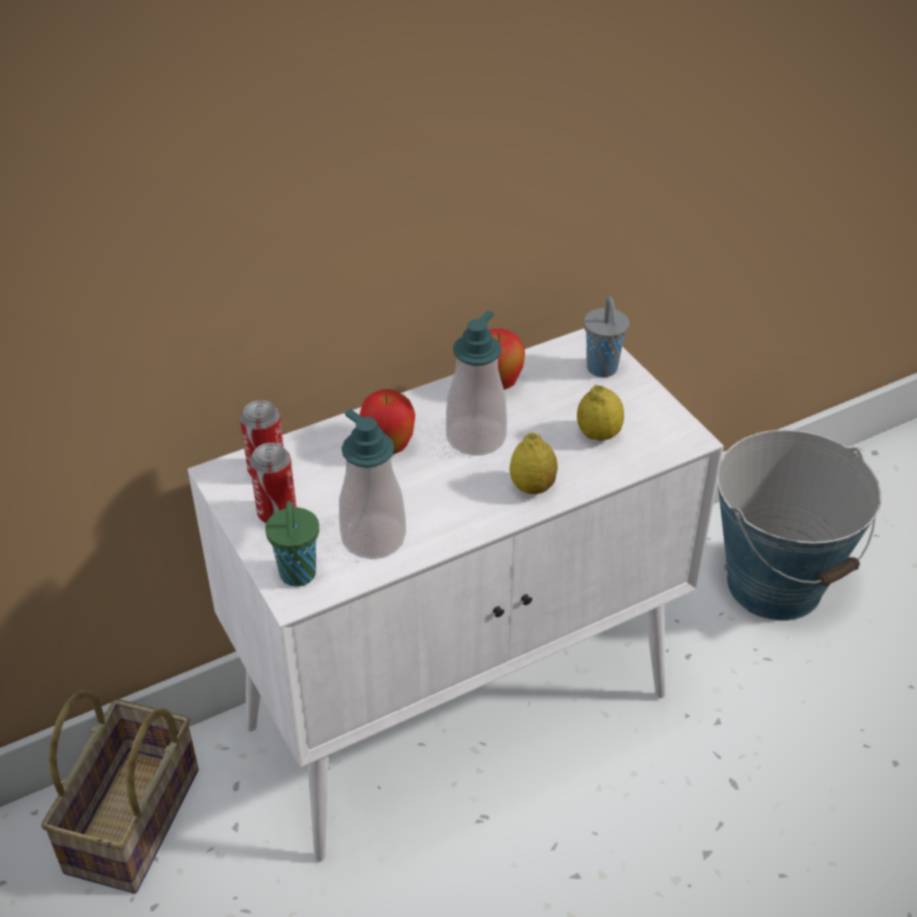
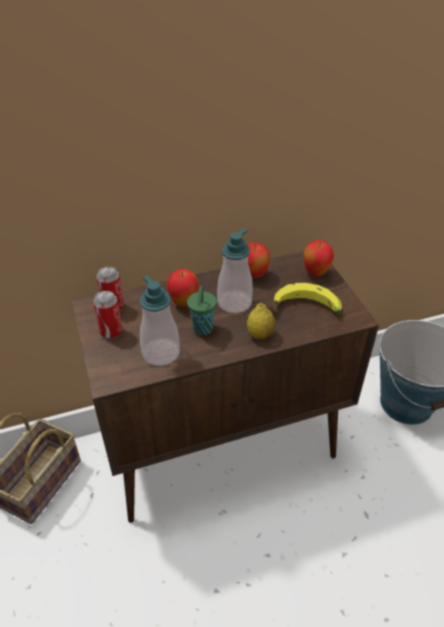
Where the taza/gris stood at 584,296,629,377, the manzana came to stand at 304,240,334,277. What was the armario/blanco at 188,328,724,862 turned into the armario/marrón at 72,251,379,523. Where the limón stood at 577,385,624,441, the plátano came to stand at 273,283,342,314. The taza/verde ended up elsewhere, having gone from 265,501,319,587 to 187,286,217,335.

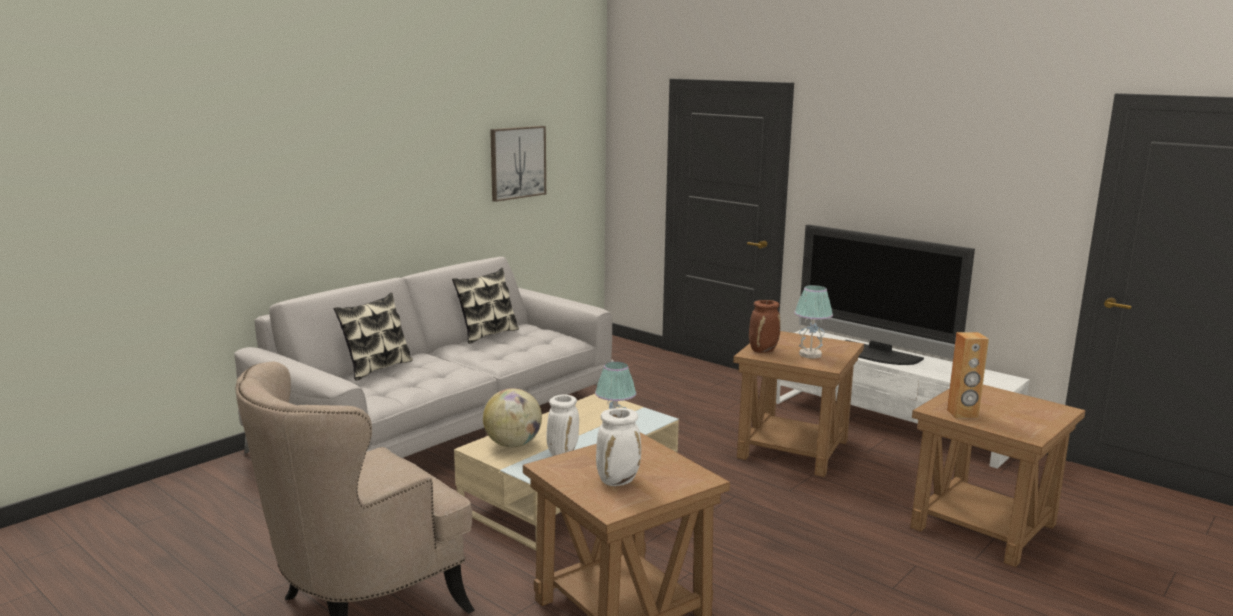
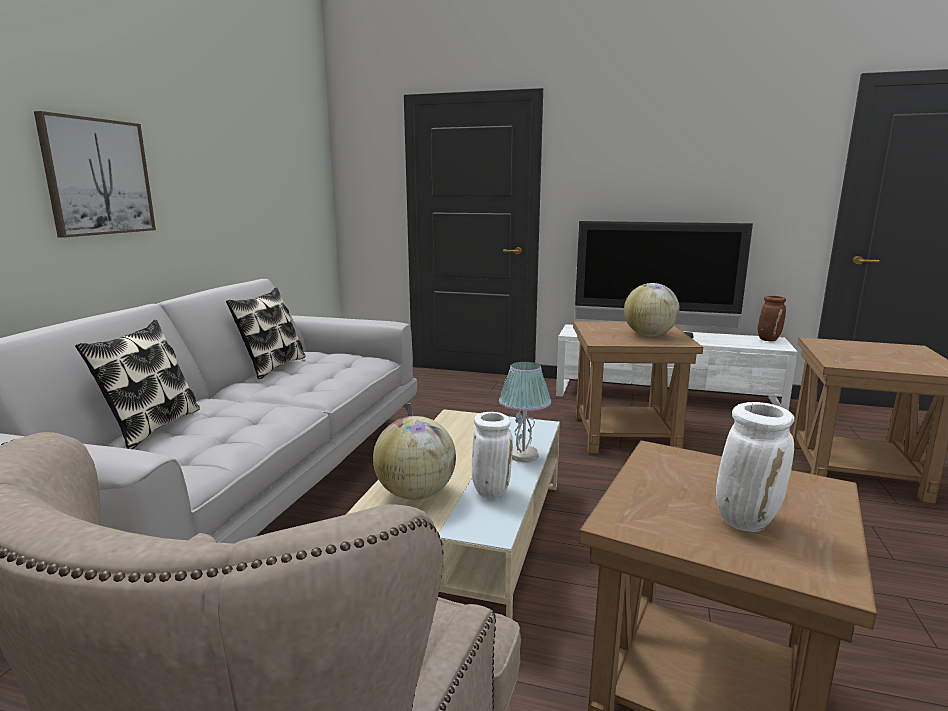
The cuadro ended up elsewhere, having gone from 490,126,546,202 to 34,111,156,238. Where the lámpara de mesa stood at 794,285,833,358, the globo terráqueo came to stand at 624,283,680,336. The florero/marrón ended up elsewhere, having gone from 749,300,781,353 to 758,296,786,341. The second view lost the altavoz/marrón at 947,332,989,419.

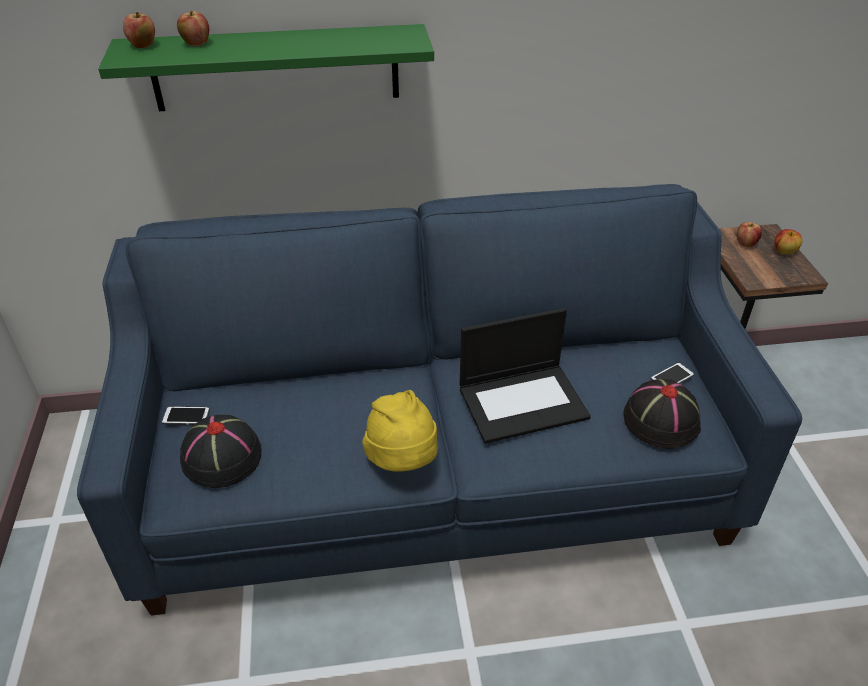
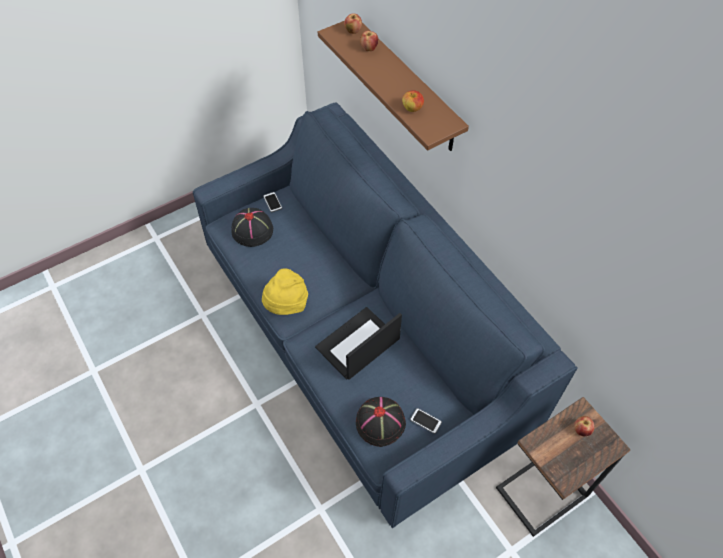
What was the estante/verde at 98,24,434,111 turned into the estante/marrón at 318,21,469,151. The manzana ended up elsewhere, having gone from 774,229,802,254 to 402,90,424,112. The portátil at 460,308,591,444 ended up facing another way, 90 degrees clockwise from before.

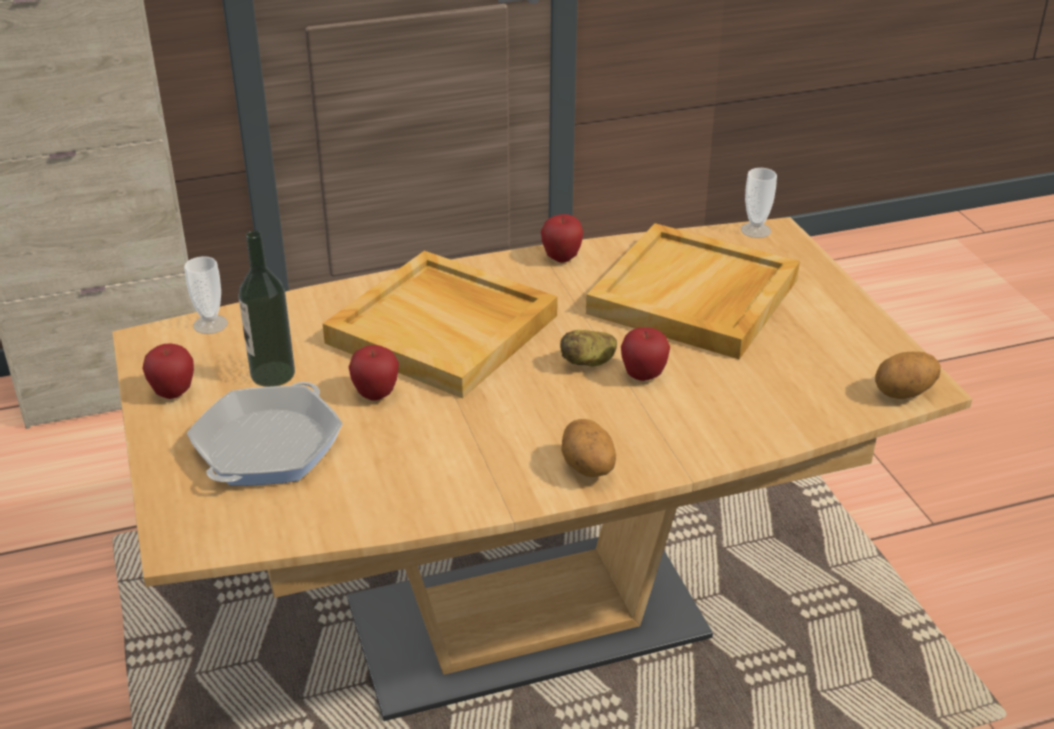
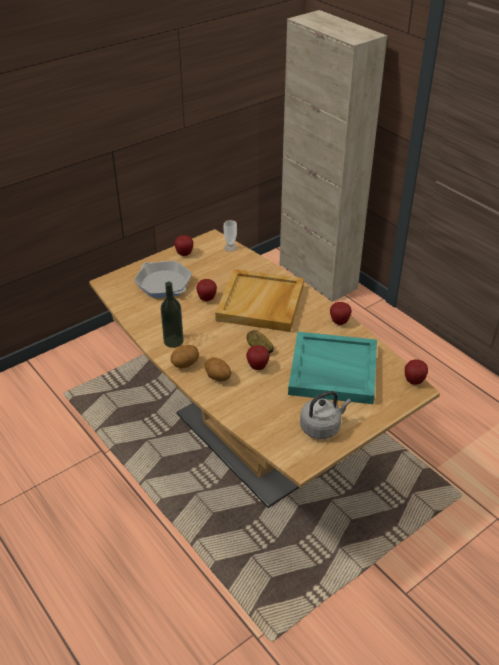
Where the taza stood at 741,168,777,238, the manzana came to stand at 405,359,428,385. What was the bandeja/beis at 586,223,800,359 turned into the bandeja/turquesa at 288,332,377,404. The botella ended up elsewhere, having gone from 239,230,295,387 to 161,282,184,348. The patata ended up elsewhere, having gone from 875,352,941,399 to 205,357,232,381. The sartén at 187,382,343,486 ended up facing another way, 45 degrees clockwise from before. The second view gained the hervidor/gris at 300,391,351,439.

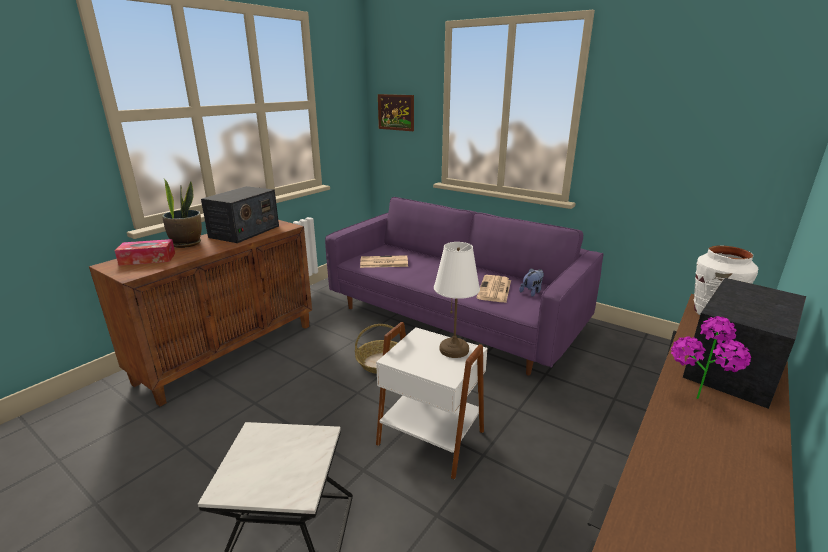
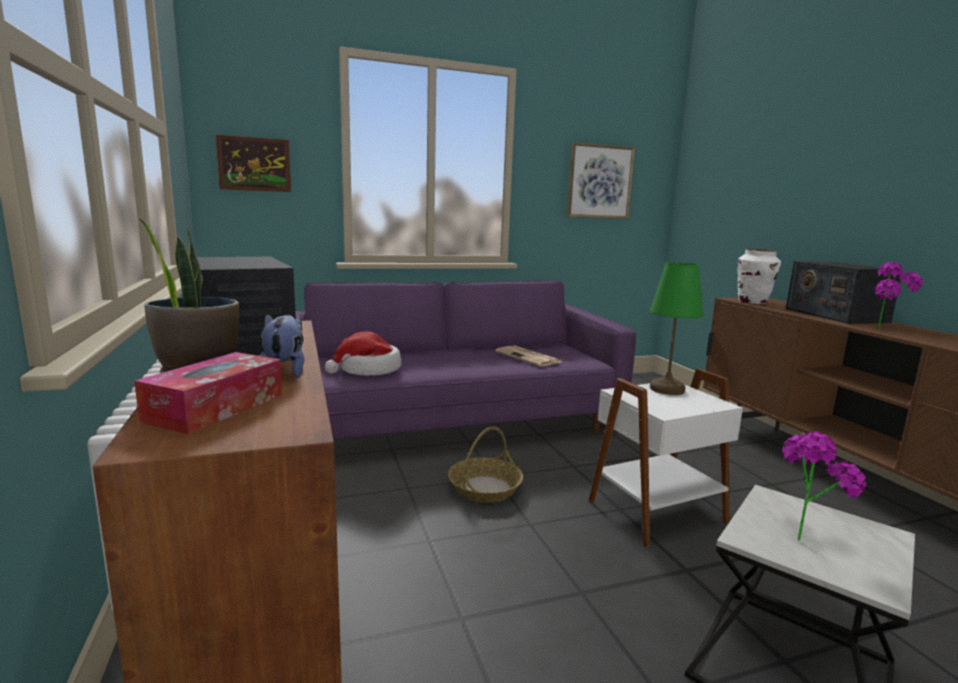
What was the lámpara de mesa/blanco at 434,242,480,358 turned into the lámpara de mesa/verde at 650,262,704,395. Where the periódico stood at 360,255,408,268, the sombrero came to stand at 325,331,401,376. The peluche ended up elsewhere, having gone from 519,268,544,297 to 259,314,304,378. The second view gained the cuadro at 567,142,635,219. The second view gained the planta en maceta at 782,432,867,541.

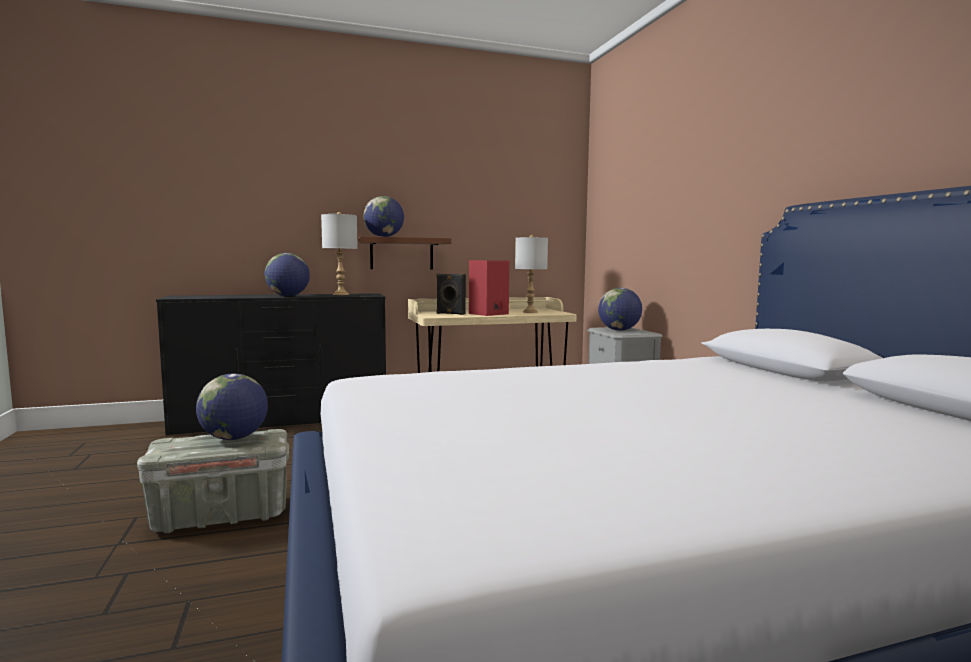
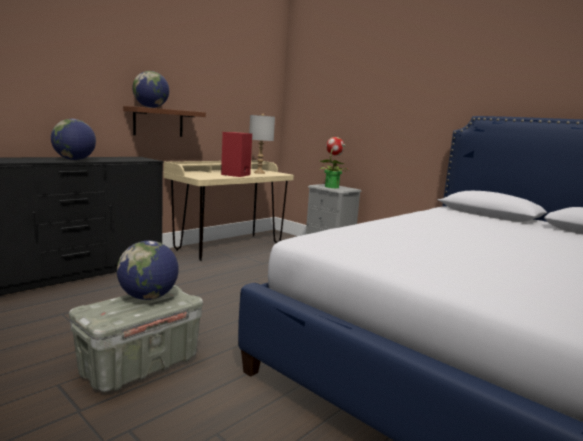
The second view lost the lámpara de mesa/gris at 321,212,358,295. The second view lost the altavoz/negro at 437,274,466,315. Where the globo terráqueo stood at 598,288,642,331, the planta en maceta came to stand at 319,137,348,188.

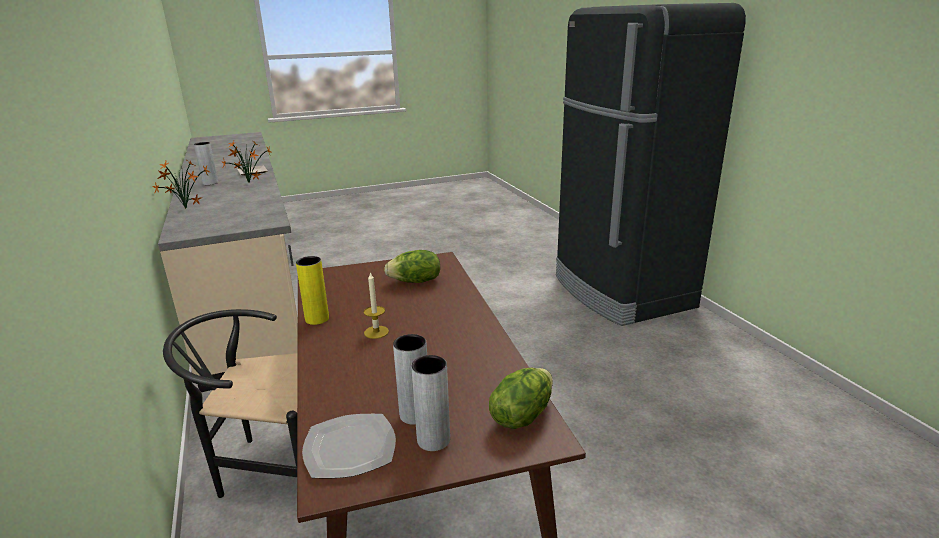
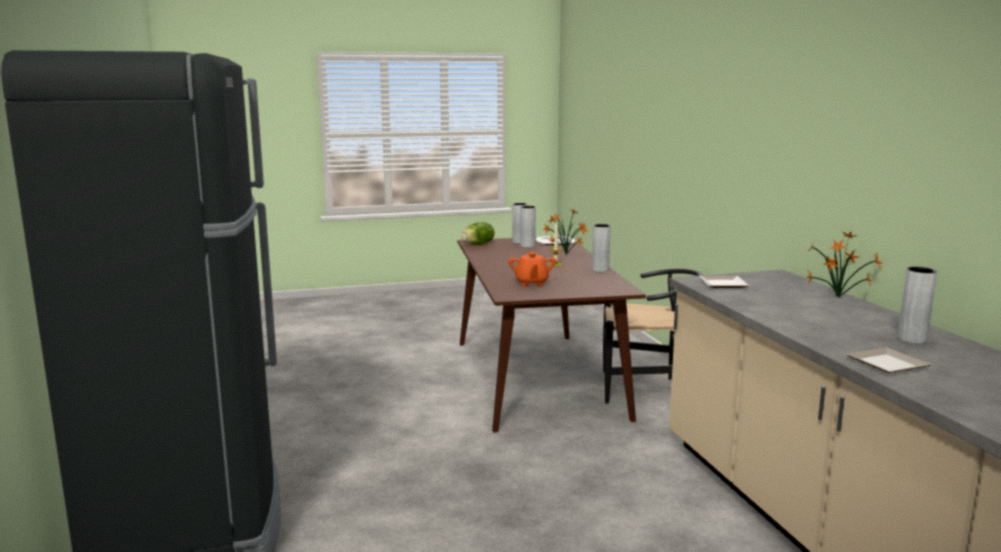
The planta en maceta ended up elsewhere, having gone from 222,139,271,183 to 542,209,588,255. Where the lechuga stood at 384,250,440,283, the tetera/naranja came to stand at 508,252,556,287. What was the florero/amarillo at 296,256,329,325 turned into the florero/gris at 592,224,611,272. The second view gained the plato at 700,276,749,288.

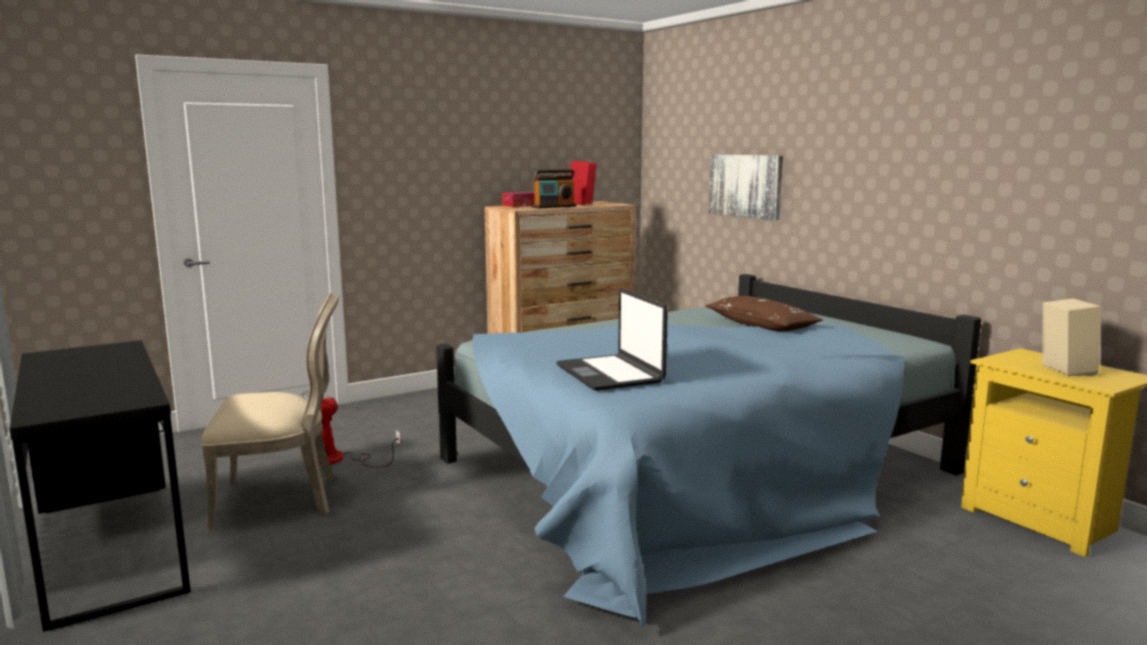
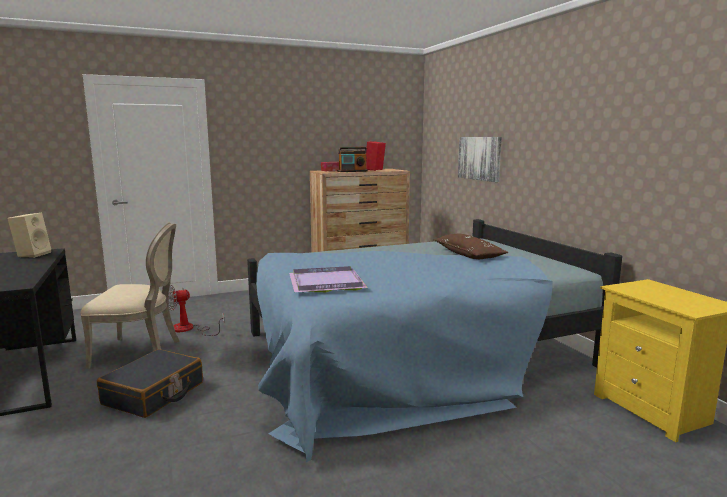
Where the portátil stood at 557,288,668,391, the bandeja/morado came to stand at 289,266,368,292. The altavoz/beis ended up elsewhere, having gone from 1042,298,1100,376 to 7,213,51,258. The second view gained the maleta/negro at 97,349,203,418.

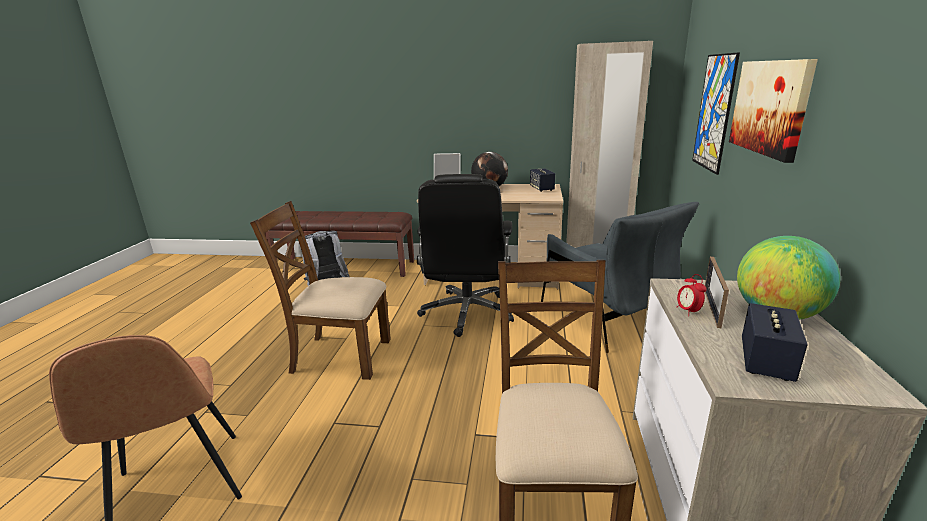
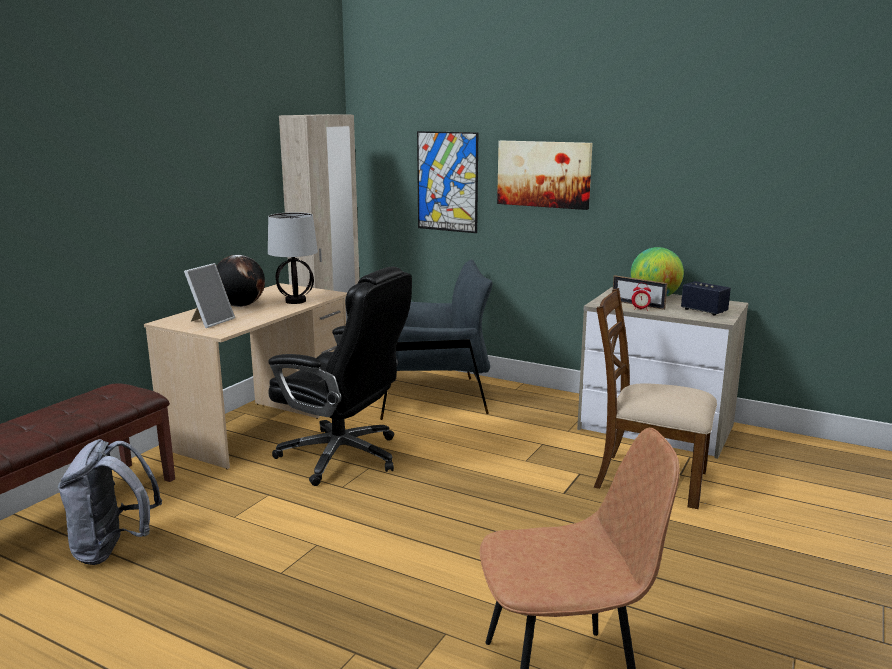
The second view lost the altavoz at 530,168,555,192. The second view lost the silla/marrón at 250,201,391,380. The second view gained the lámpara de mesa at 268,212,318,304.

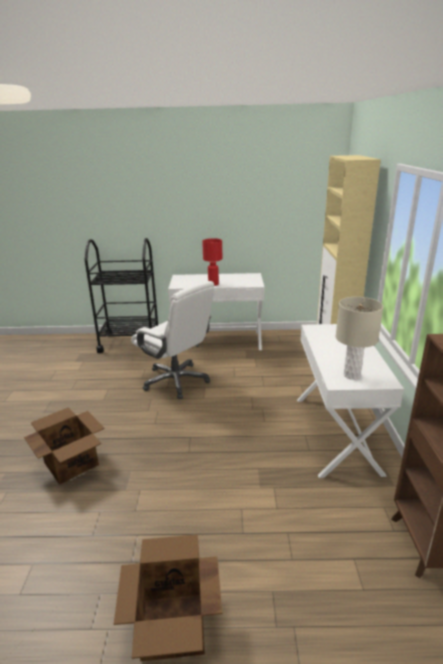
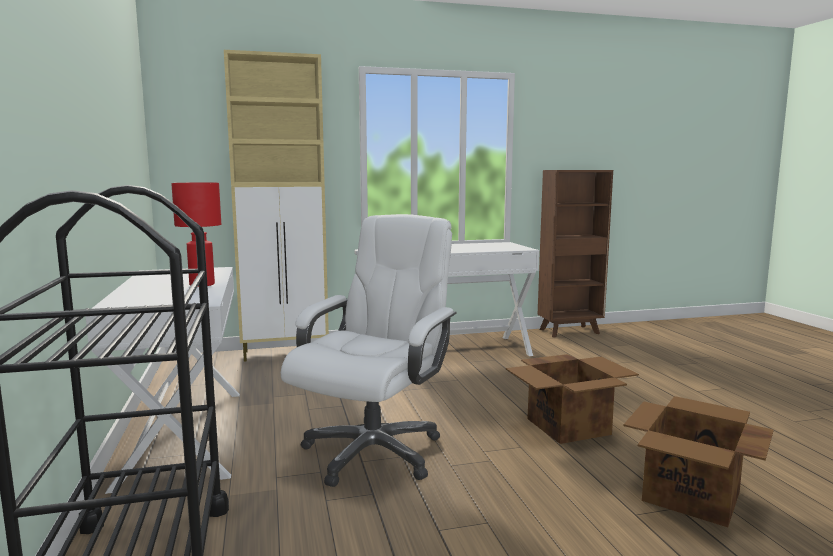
The second view lost the lámpara de mesa/beis at 336,297,383,380. The caja de cartón ended up elsewhere, having gone from 114,534,222,661 to 506,354,639,444.

